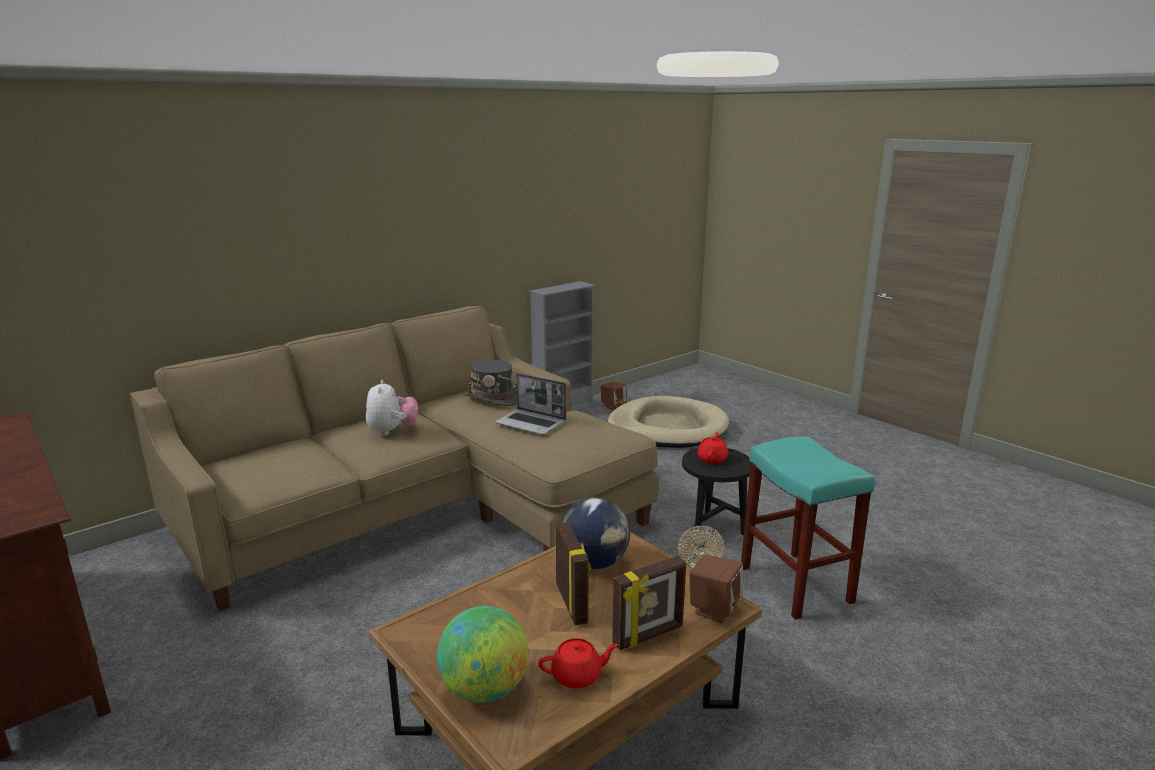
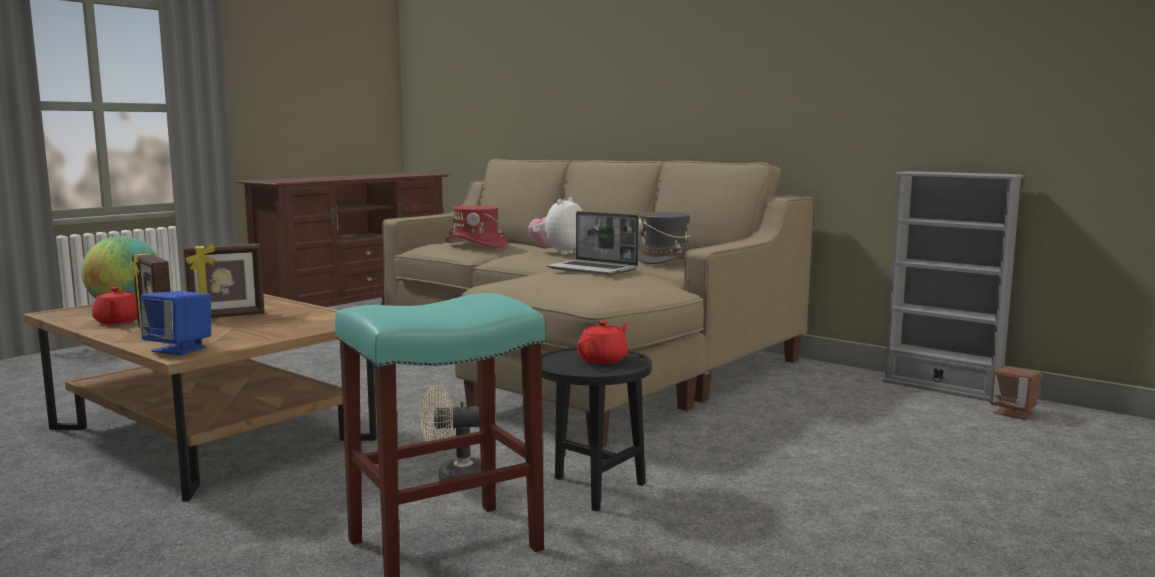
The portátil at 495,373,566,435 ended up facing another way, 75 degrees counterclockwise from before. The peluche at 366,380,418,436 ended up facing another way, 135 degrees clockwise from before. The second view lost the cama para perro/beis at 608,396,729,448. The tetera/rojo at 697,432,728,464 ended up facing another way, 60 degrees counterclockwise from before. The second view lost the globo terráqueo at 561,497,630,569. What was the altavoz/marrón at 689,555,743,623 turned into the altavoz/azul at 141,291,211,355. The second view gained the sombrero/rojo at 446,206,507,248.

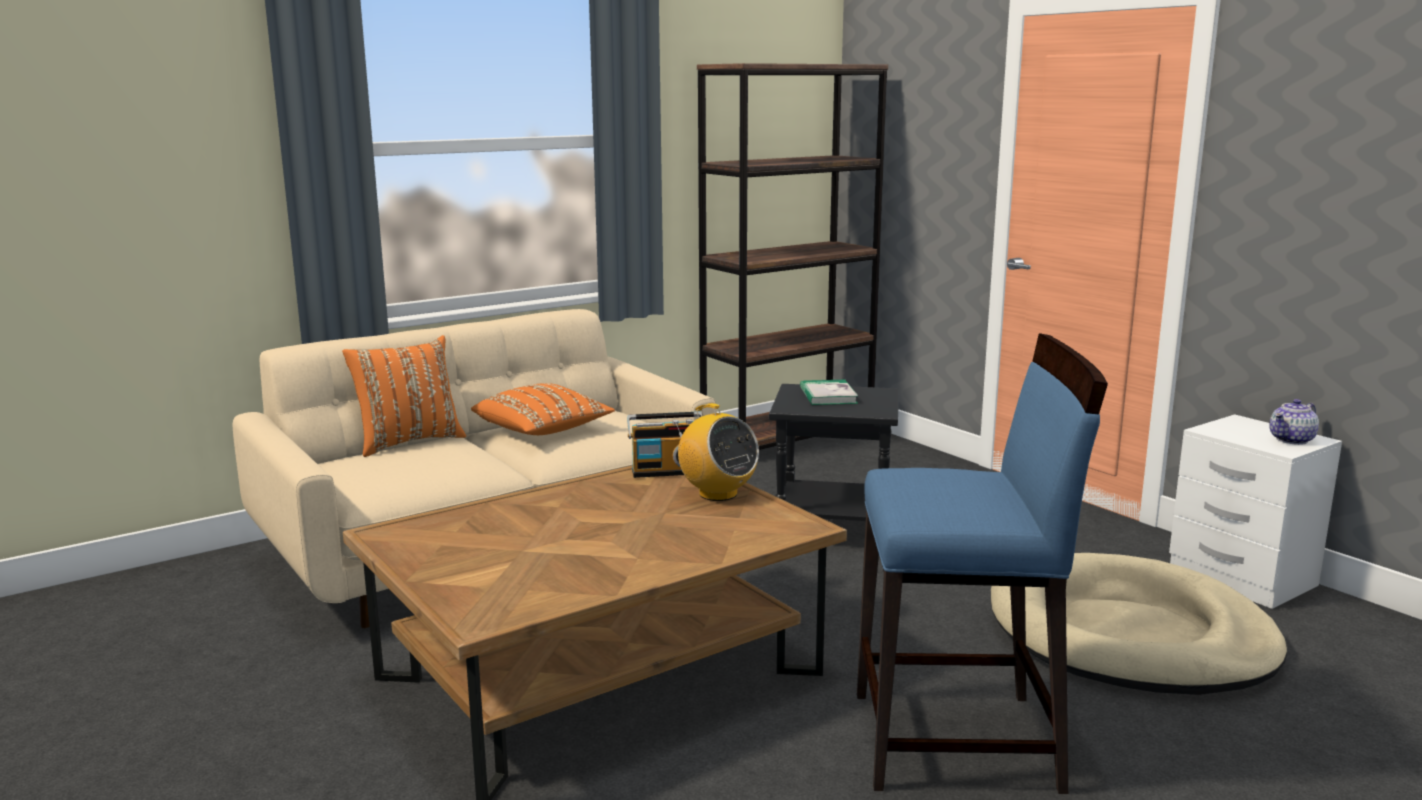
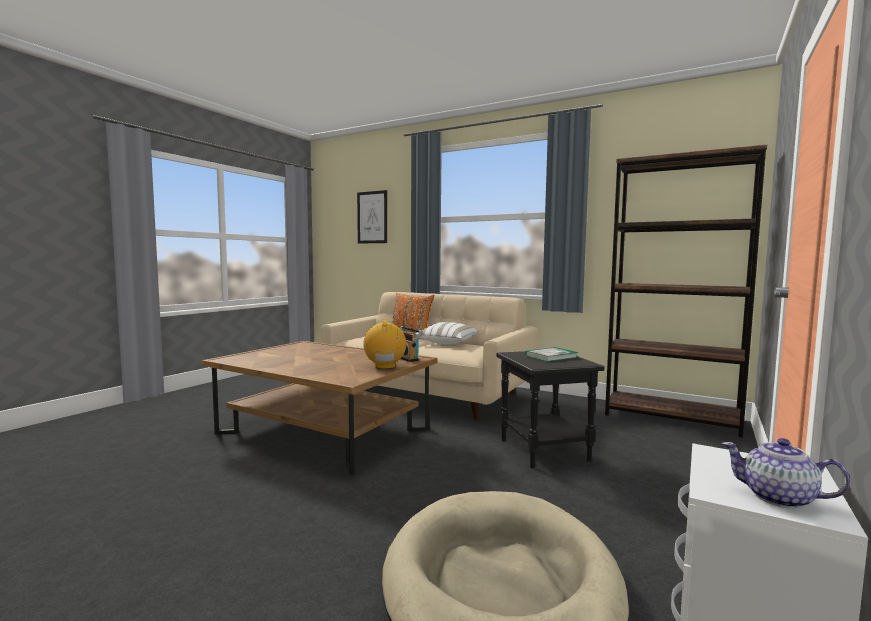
The second view lost the taburete/azul at 857,333,1108,794. What was the cojín/naranja at 471,383,615,435 turned into the cojín/blanco at 415,322,478,344. The radio at 673,403,759,501 ended up facing another way, 150 degrees clockwise from before. The second view gained the cuadro at 357,190,387,244.

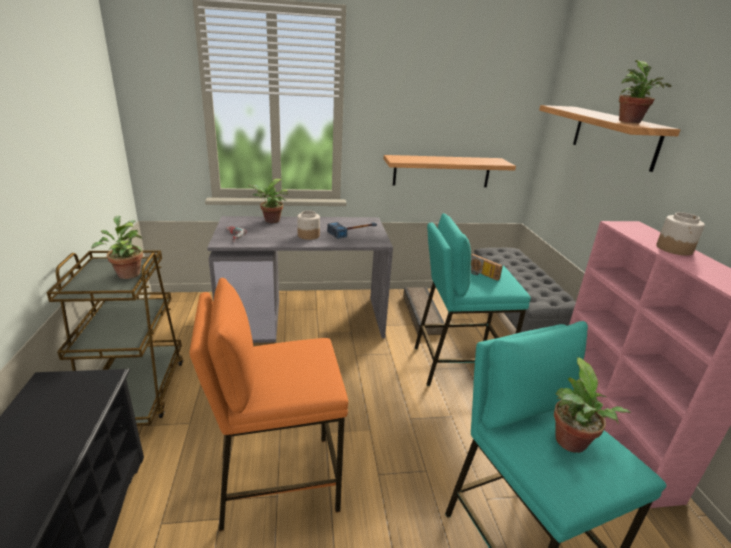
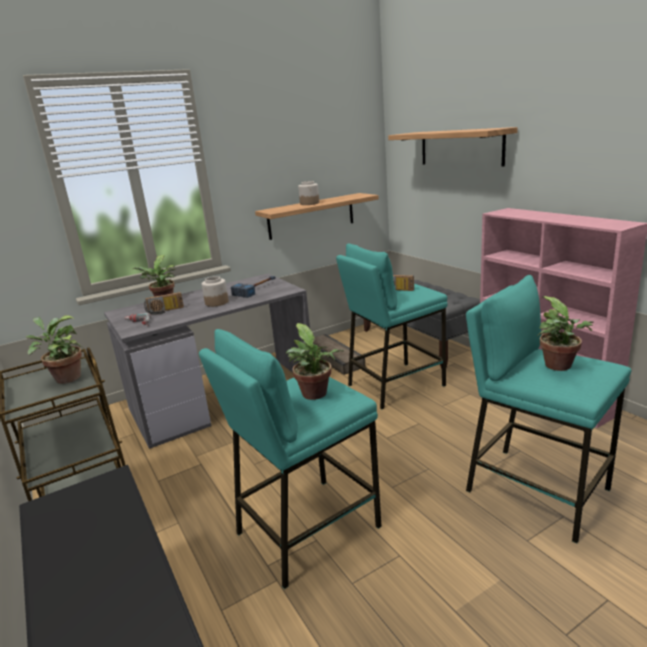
The planta en maceta ended up elsewhere, having gone from 619,60,671,123 to 286,323,344,400. The tarro ended up elsewhere, having gone from 656,212,705,255 to 298,181,319,205. What was the taburete/naranja at 189,278,348,531 turned into the taburete/turquesa at 199,329,382,589. The second view gained the radio at 144,292,184,315.

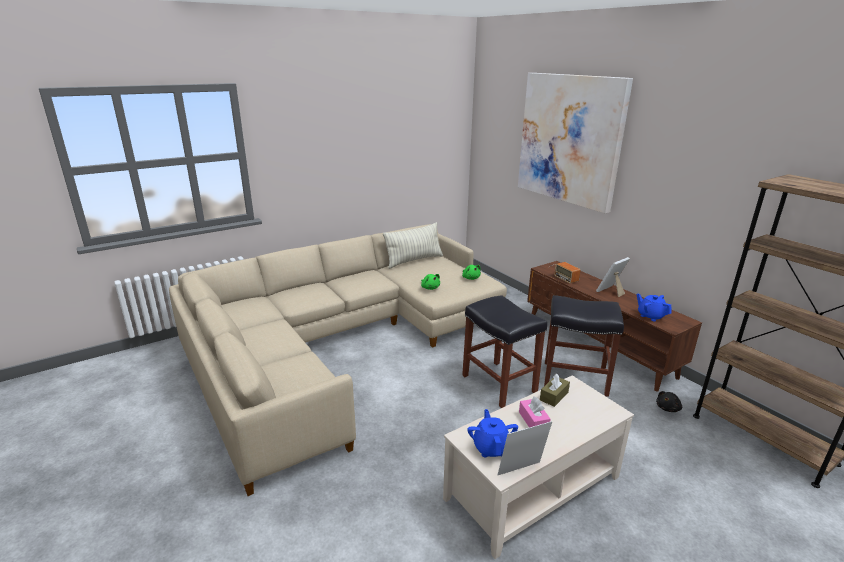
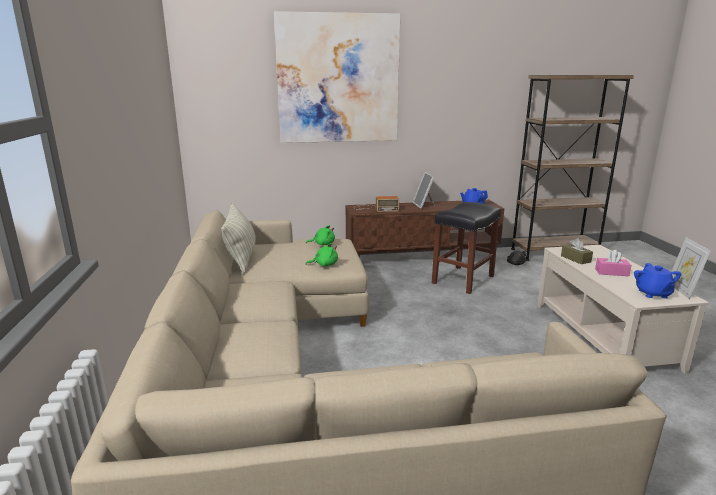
The second view lost the taburete/negro at 462,295,547,408. The tetera/azul at 468,409,518,458 ended up facing another way, 105 degrees counterclockwise from before.

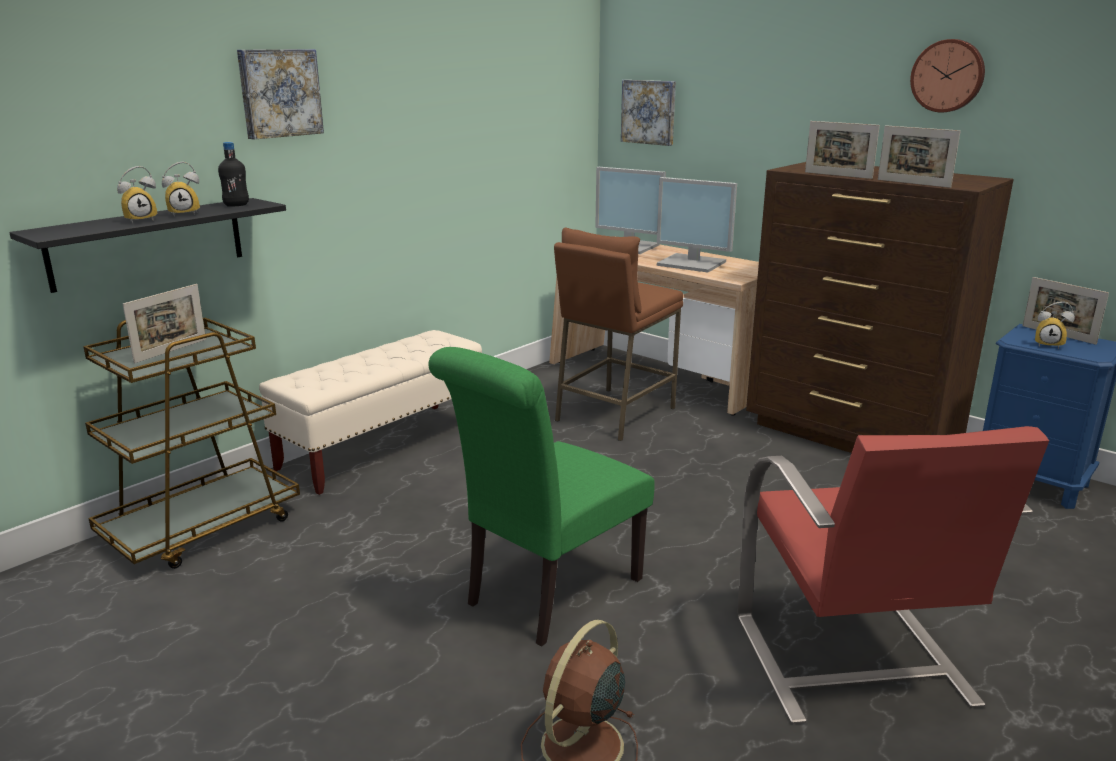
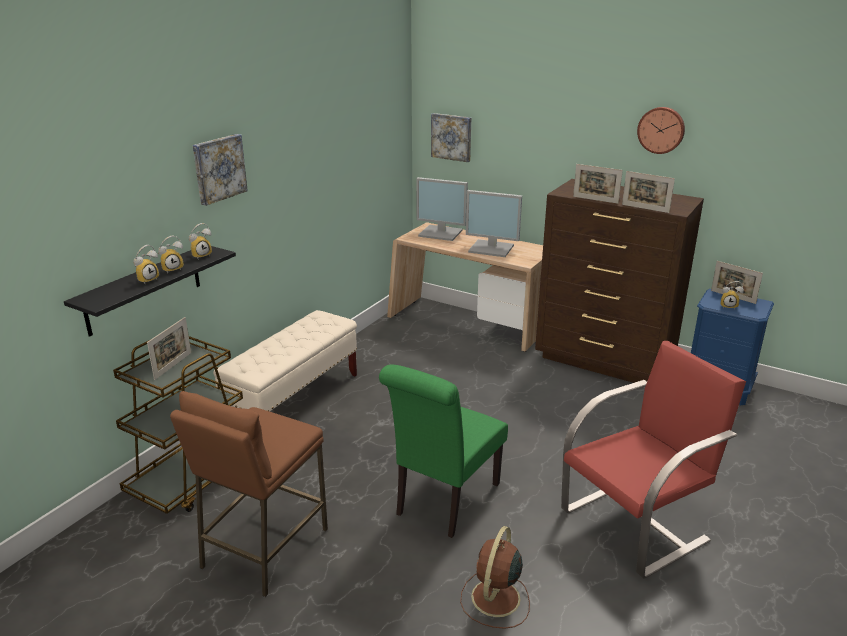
Where the botella/negro stood at 218,142,249,207, the despertador came to stand at 189,223,212,259. The taburete/marrón ended up elsewhere, having gone from 554,227,683,441 to 170,391,328,597. The sillón/rojo at 737,426,1049,724 ended up facing another way, 105 degrees counterclockwise from before.

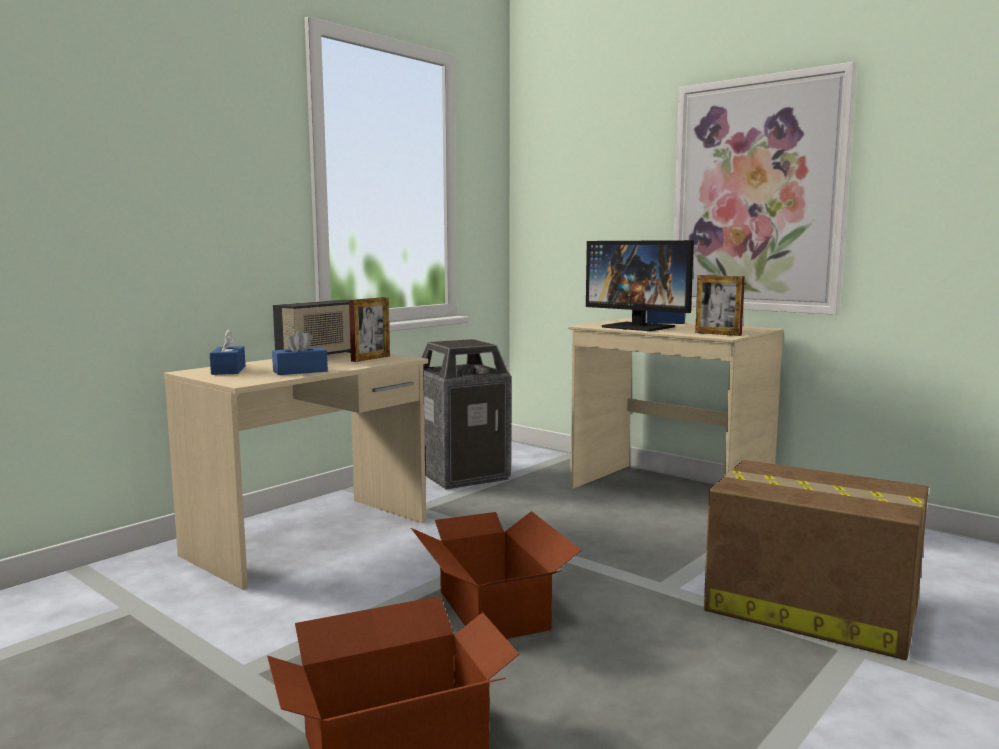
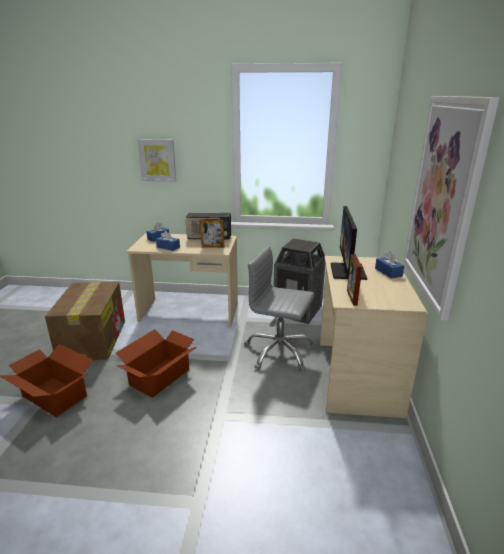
The caja de cartón ended up elsewhere, having gone from 704,460,929,660 to 45,282,125,360. The second view gained the cuadro at 137,139,176,182. The second view gained the silla de oficina/gris at 244,246,316,372.

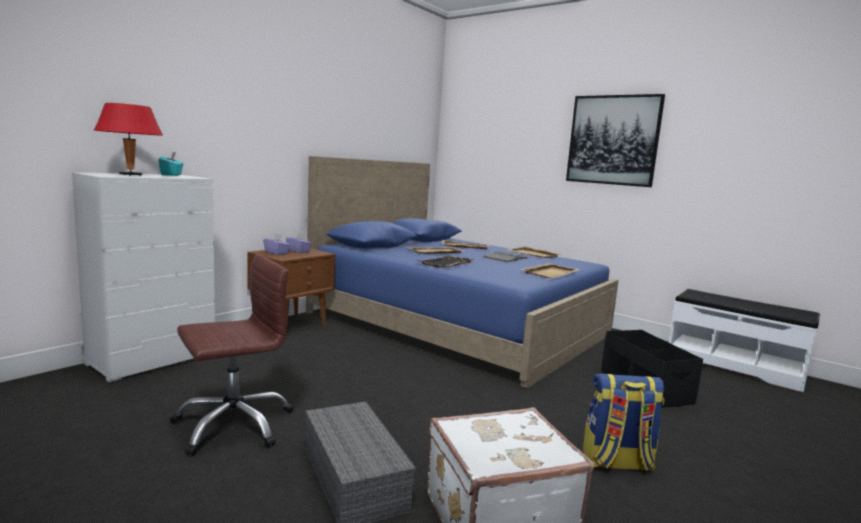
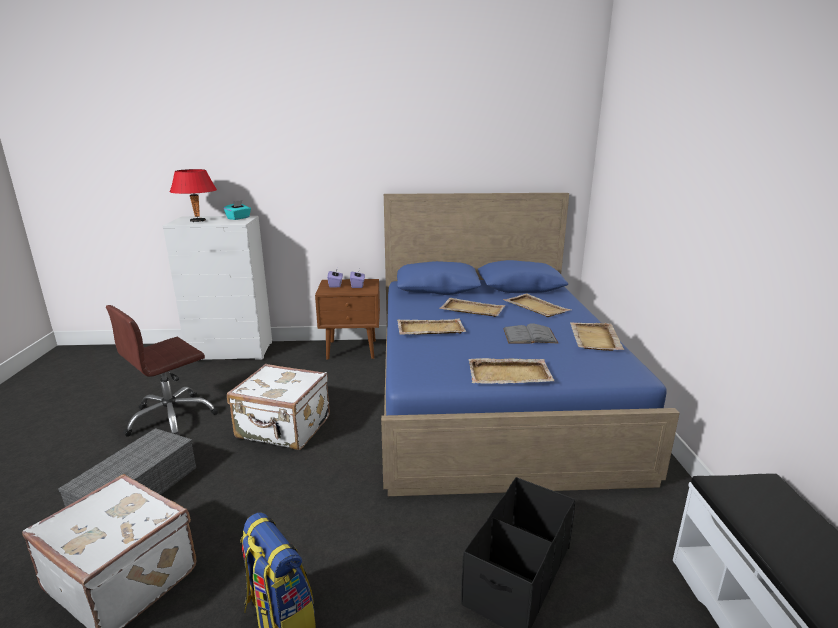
The second view lost the cuadro at 566,94,665,187. The silla de oficina/marrón at 170,254,294,456 ended up facing another way, 120 degrees clockwise from before. What was the bandeja/negro at 419,256,475,268 turned into the bandeja/beis at 397,318,466,334. The second view gained the maleta/blanco at 227,364,330,450.

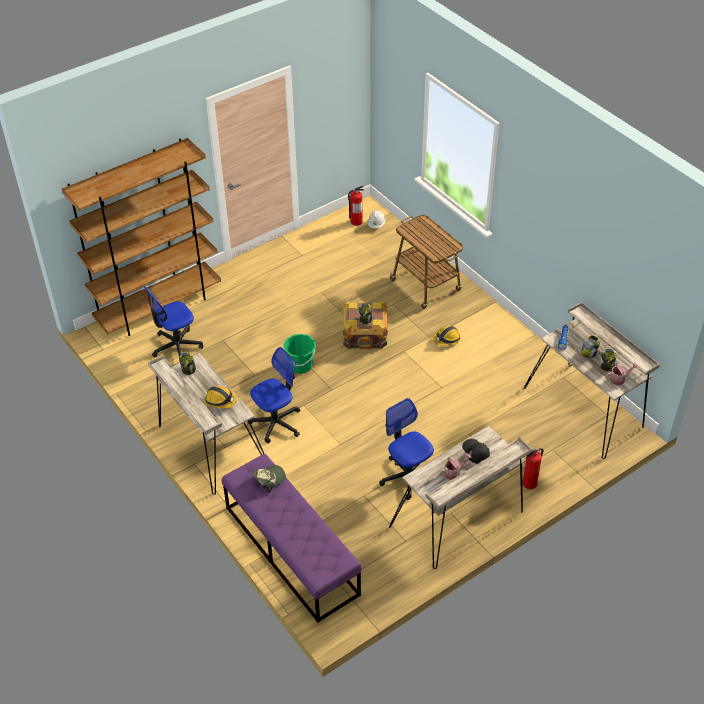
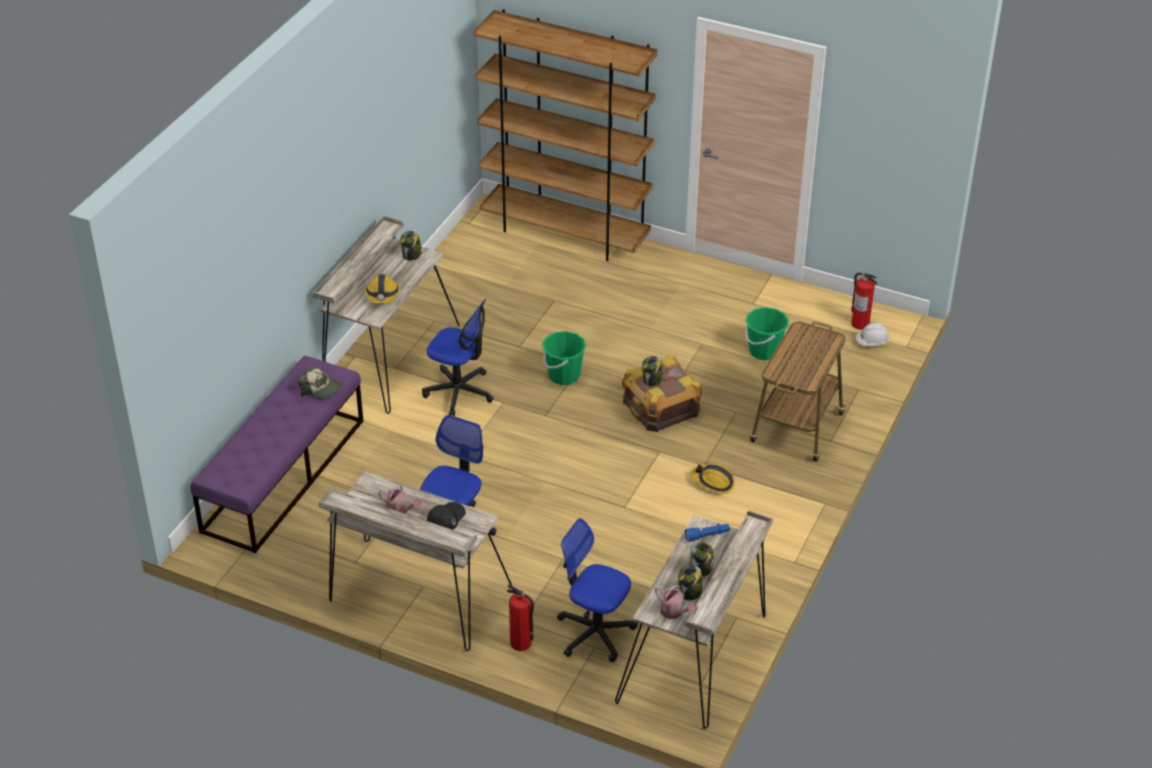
The silla de oficina ended up elsewhere, having gone from 144,286,203,358 to 557,518,638,662. The second view gained the cubo/verde at 745,307,789,361.

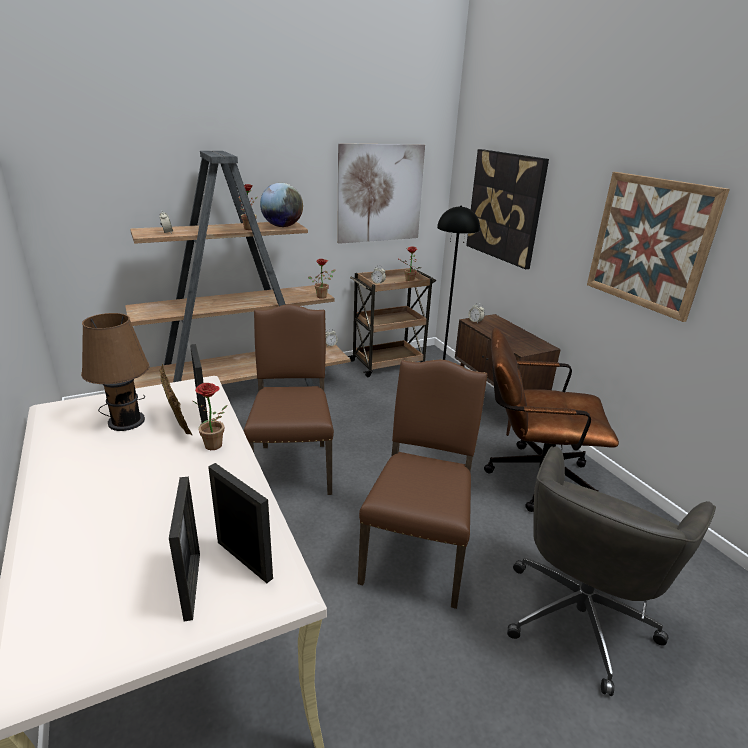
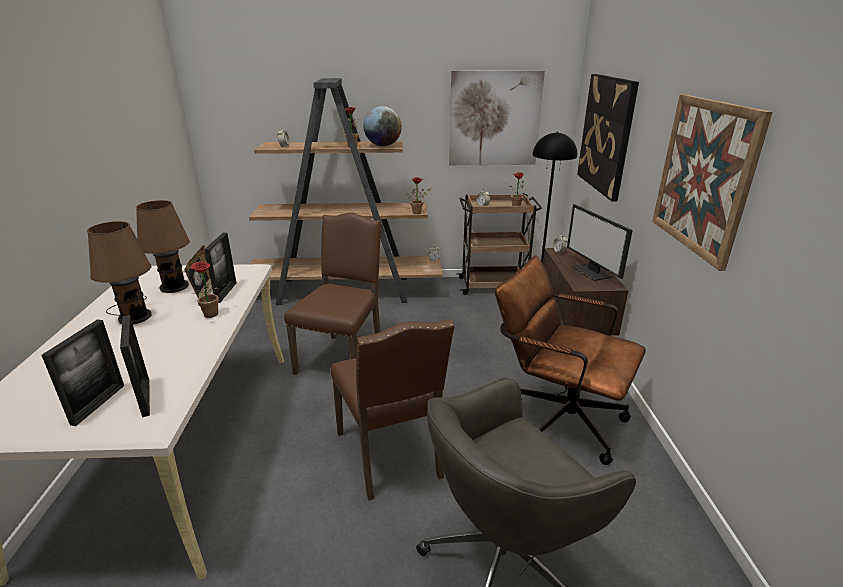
The silla/marrón at 358,359,487,609 ended up facing another way, 120 degrees clockwise from before. The second view gained the monitor at 567,204,633,281. The second view gained the lámpara de mesa/marrón at 87,221,152,324.

